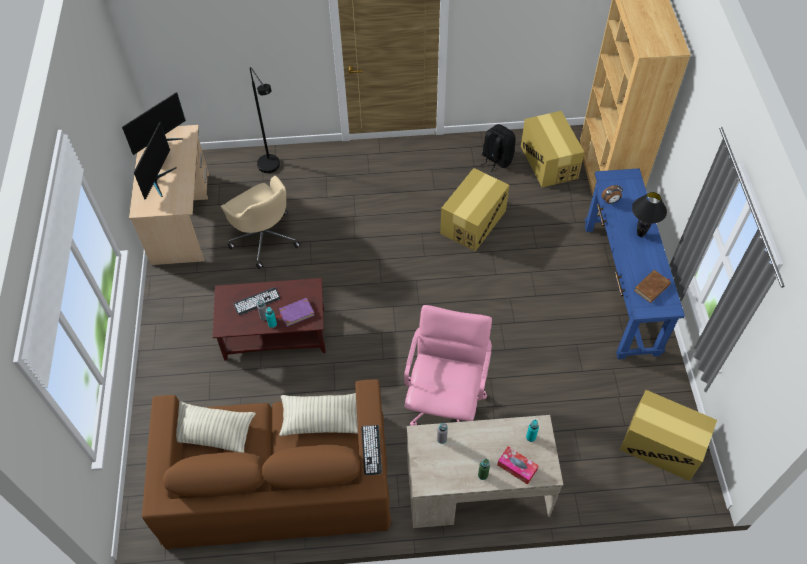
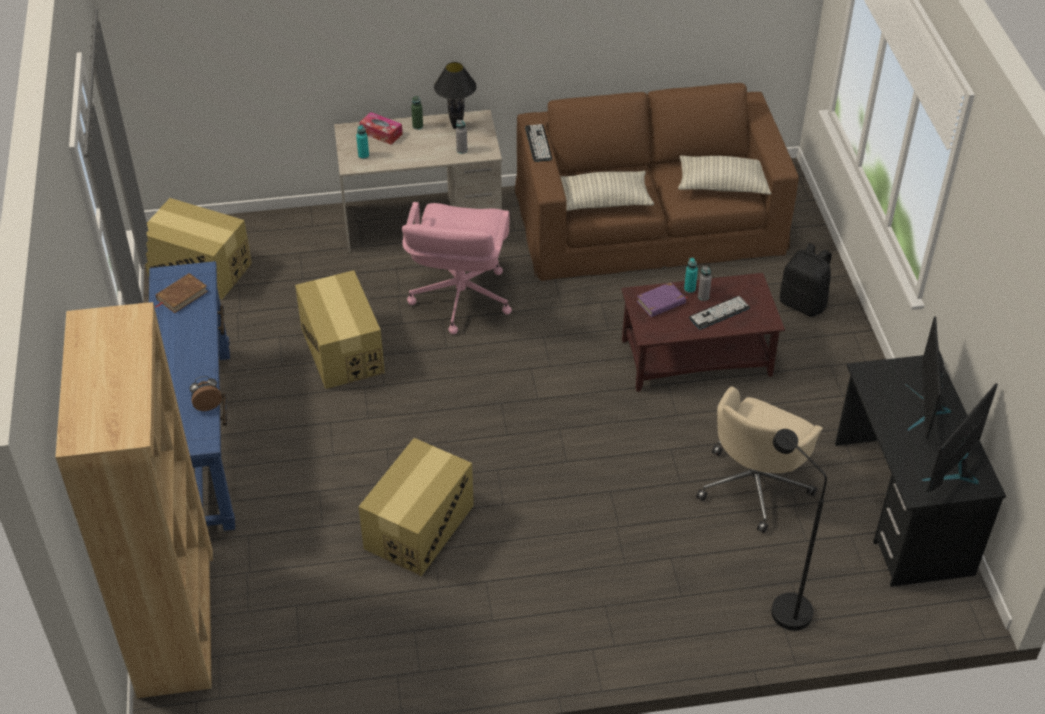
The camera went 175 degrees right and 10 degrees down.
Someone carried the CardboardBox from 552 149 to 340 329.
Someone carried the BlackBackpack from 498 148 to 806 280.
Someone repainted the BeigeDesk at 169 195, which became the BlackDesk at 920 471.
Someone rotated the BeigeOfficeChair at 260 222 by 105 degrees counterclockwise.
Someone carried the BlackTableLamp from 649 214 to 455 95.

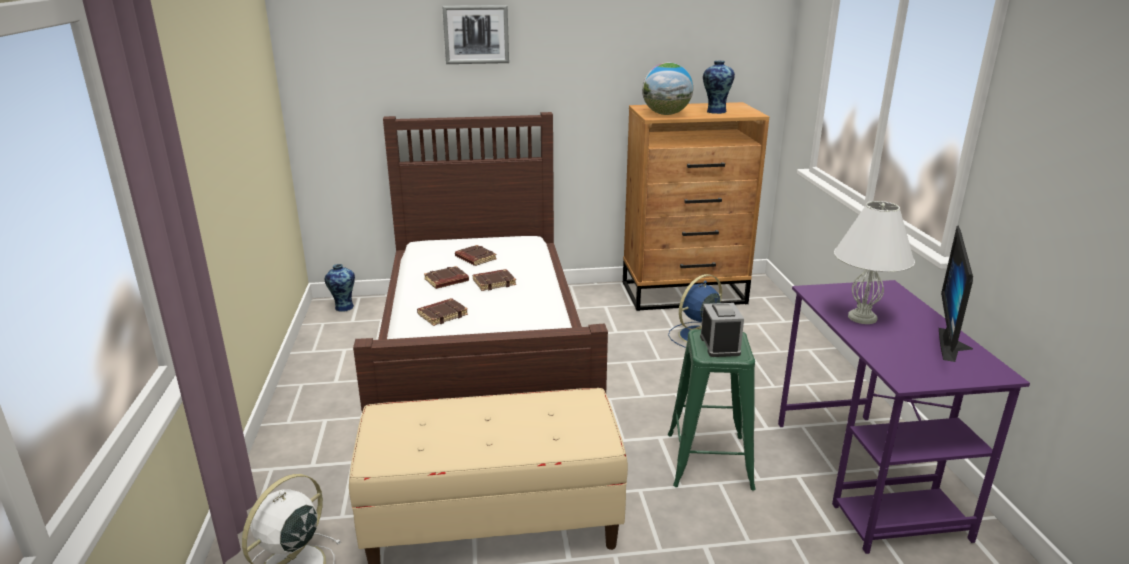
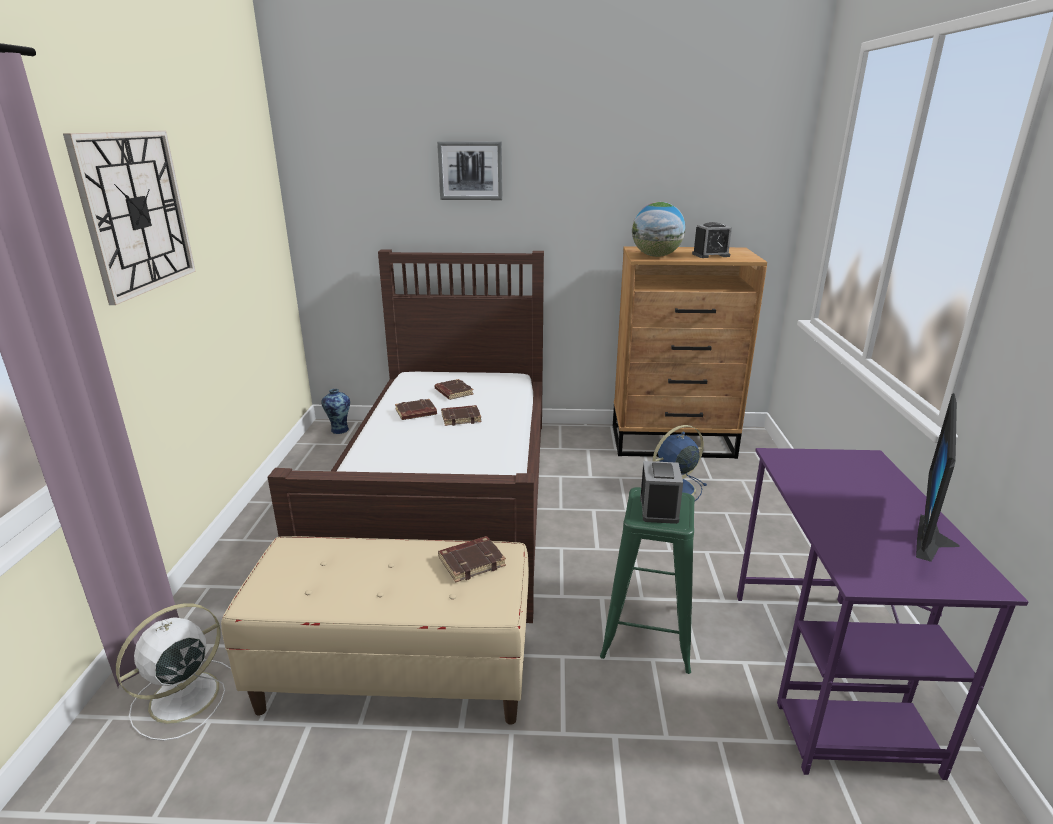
The camera went 10 degrees right and 0 degrees up.
Someone swapped the Vase at 719 87 for the AlarmClock at 712 240.
Someone took away the WhiteTableLamp at 874 262.
Someone carried the BrownBook from 442 312 to 472 559.
Someone put up the WallClock at 129 218.

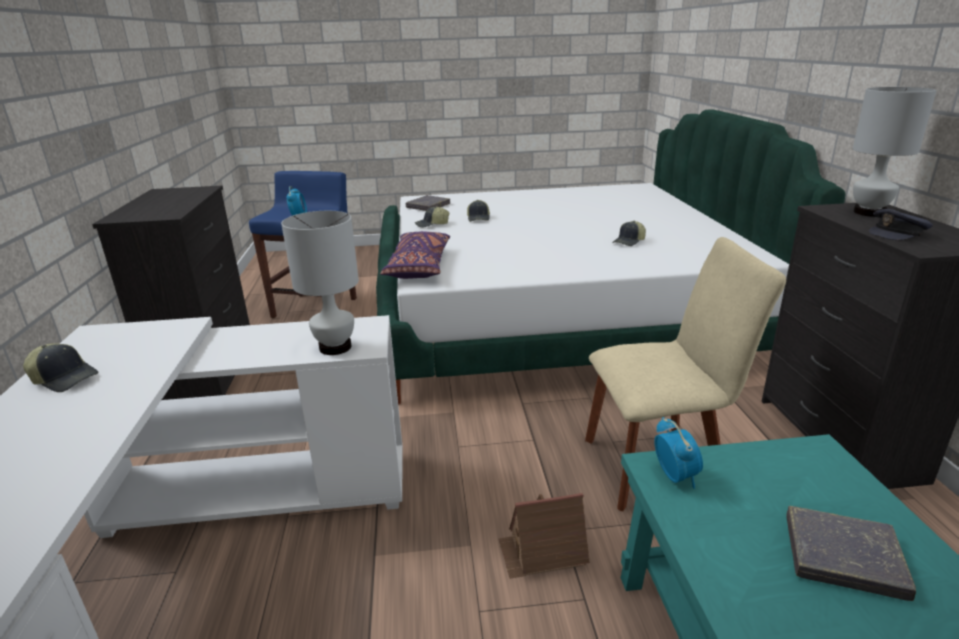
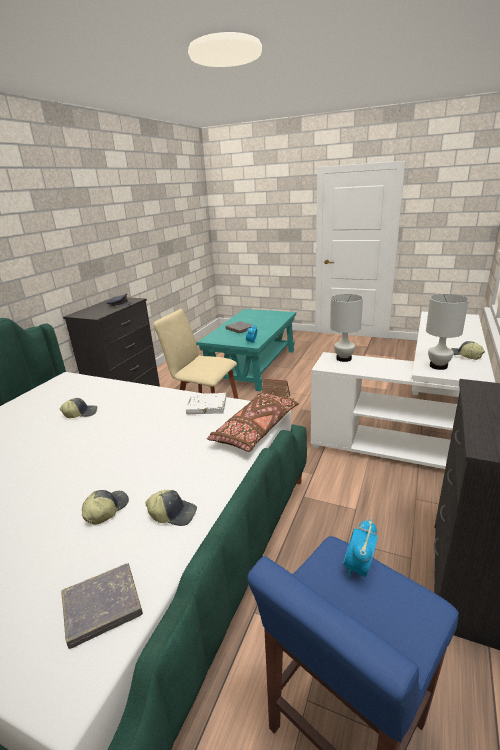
The camera went 150 degrees left and 0 degrees up.
Someone carried the WhiteTableLamp from 895 152 to 447 332.
Someone repainted the PurplePillow at 415 255, which became the BrownPillow at 253 422.
Someone put down the WhiteBook at 206 403.

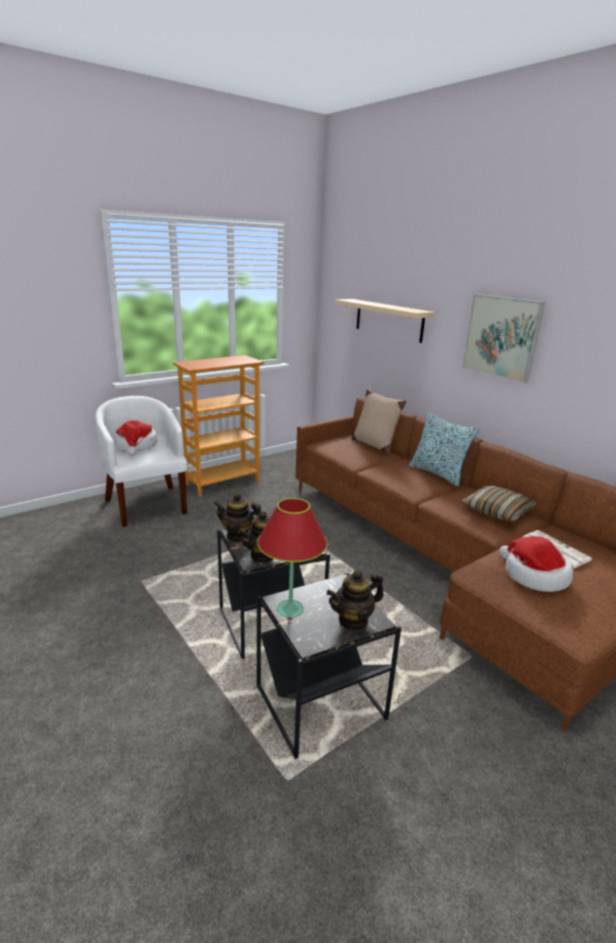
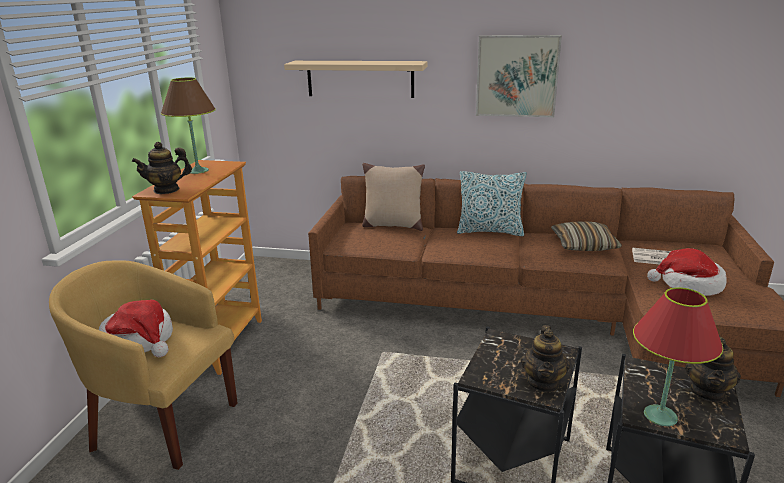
The camera went 40 degrees left and 0 degrees up.
Someone repainted the WhiteArmchair at 141 461, which became the YellowArmchair at 143 365.
Someone carried the Teapot from 237 517 to 162 168.
Someone put down the BrownTableLamp at 188 125.

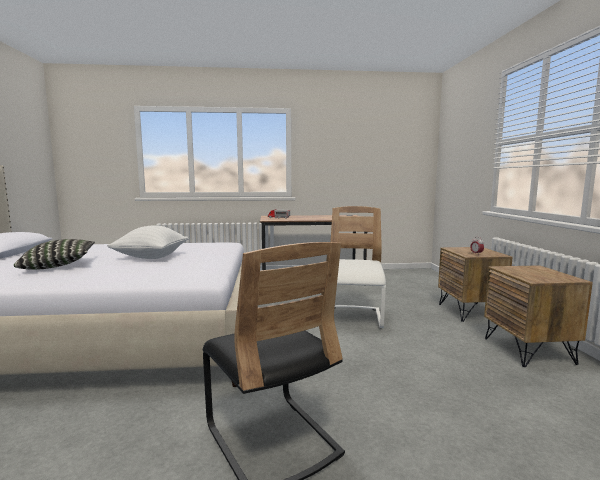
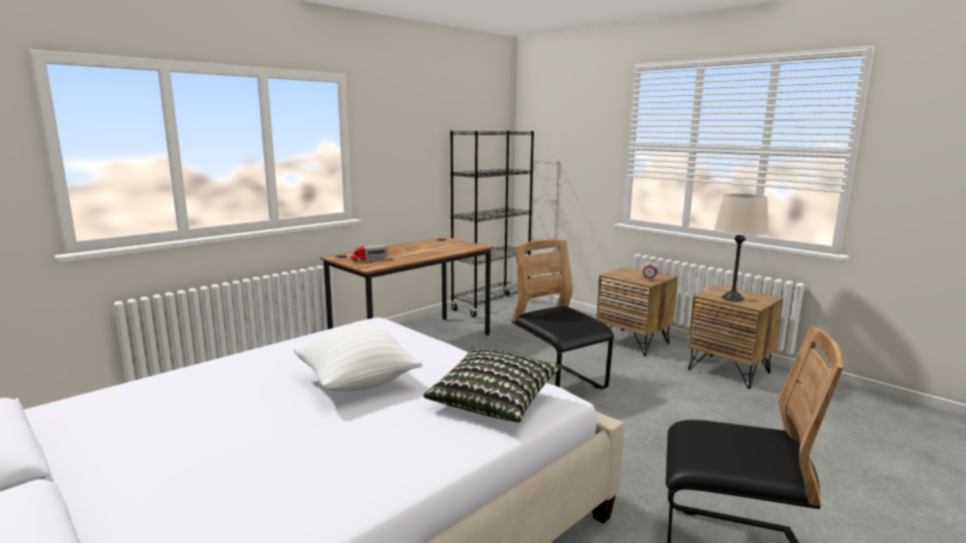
The camera went 40 degrees left and 5 degrees up.
Someone repainted the WhiteChair at 358 267, which became the BlackChair at 563 314.
Someone carried the Pillow from 54 254 to 492 385.
Someone put down the BlackBookcase at 492 224.
Someone put down the BeigeTableLamp at 741 247.

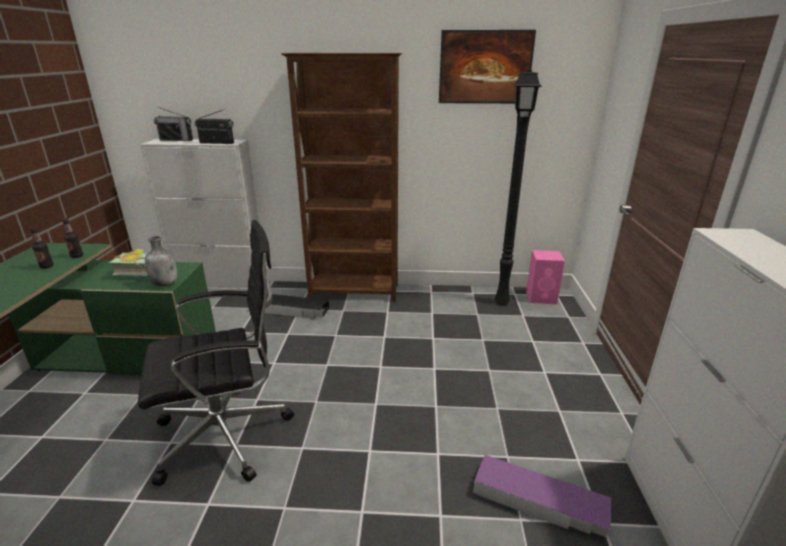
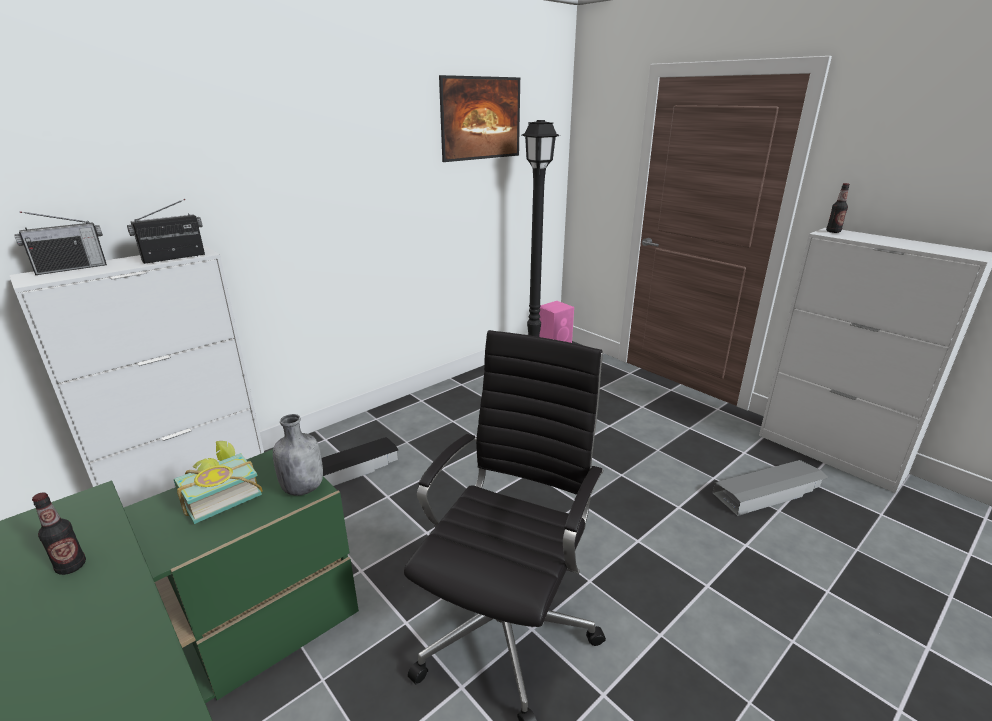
The camera went 45 degrees left and 0 degrees up.
Someone took away the BrownBookcase at 341 177.
Someone carried the Bottle from 72 238 to 838 208.
Someone repainted the PurpleStorageBox at 542 496, which became the GreyStorageBox at 771 488.

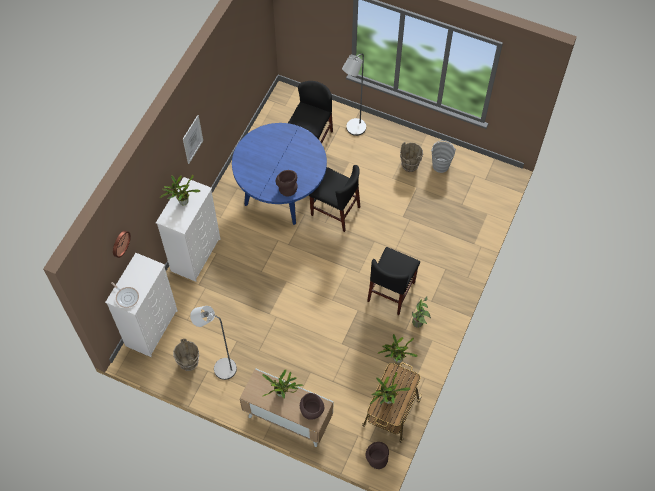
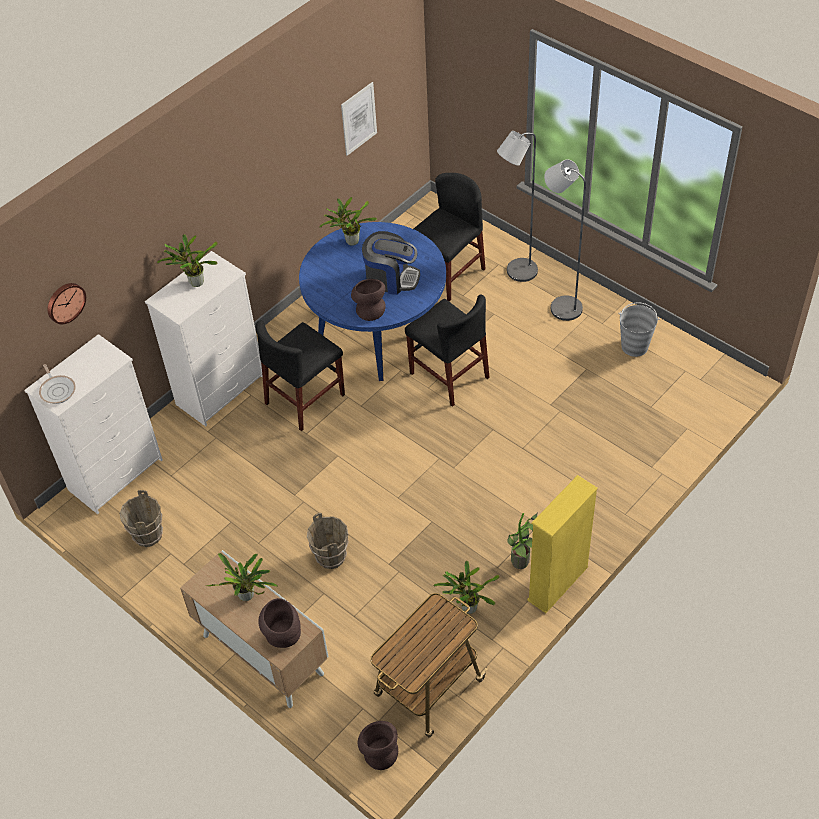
The camera went 20 degrees right and 10 degrees down.
Someone carried the Picture from 193 139 to 359 119.
Someone carried the BrownBucket from 411 157 to 328 541.
Someone carried the BlackChair from 393 281 to 300 375.
Someone carried the GreyFloorLamp from 213 343 to 565 240.
Someone carried the PottedPlant from 390 388 to 348 221.
Someone put down the CoffeeMachine at 391 263.
Someone put down the YellowBookcase at 562 544.

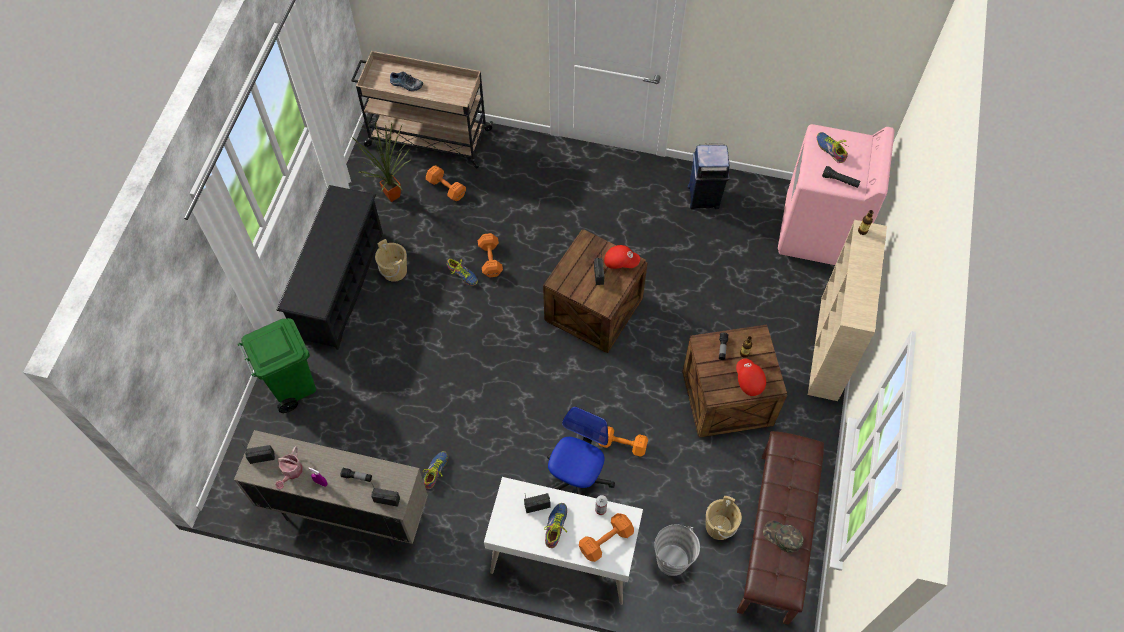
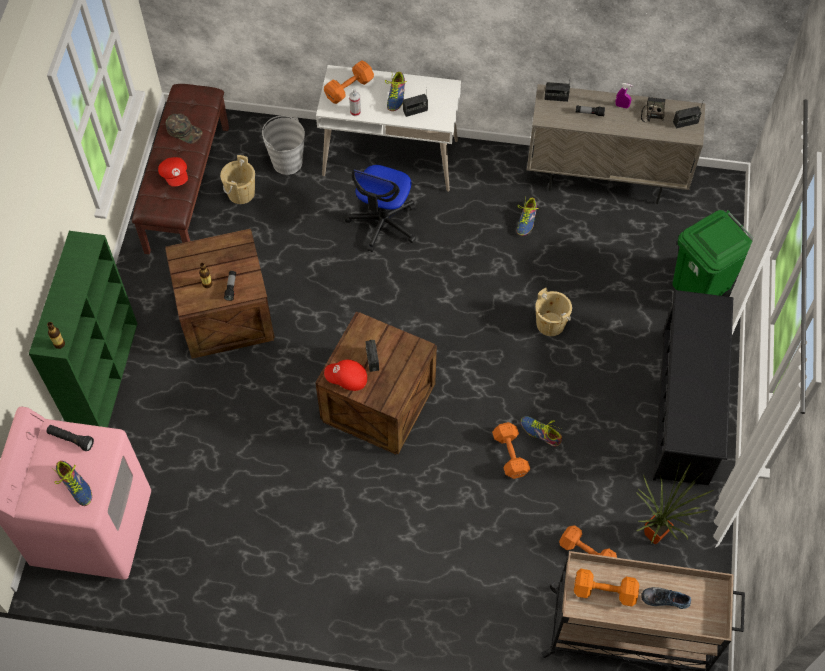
The camera went 175 degrees right and 0 degrees up.
Someone took away the BlueTrashCan at 709 176.
Someone repainted the BeigeBookcase at 847 310, which became the GreenBookcase at 83 329.
Someone carried the BeigeBucket from 391 260 to 553 312.
Someone carried the RedCap from 751 377 to 173 172.
Someone carried the OrangeDumbbell from 623 441 to 606 587.
Someone swapped the WateringCan at 289 467 for the Radio at 653 109.

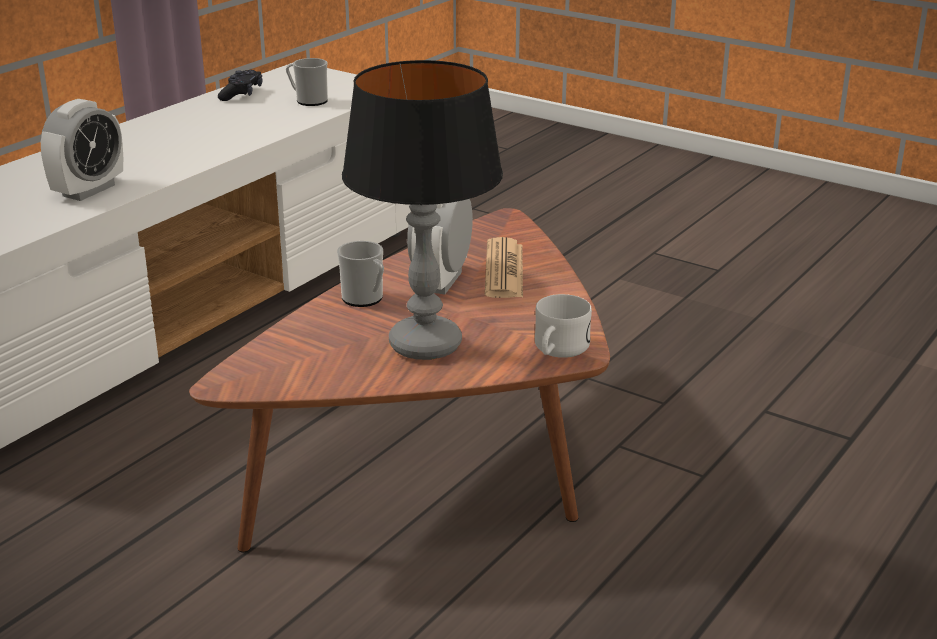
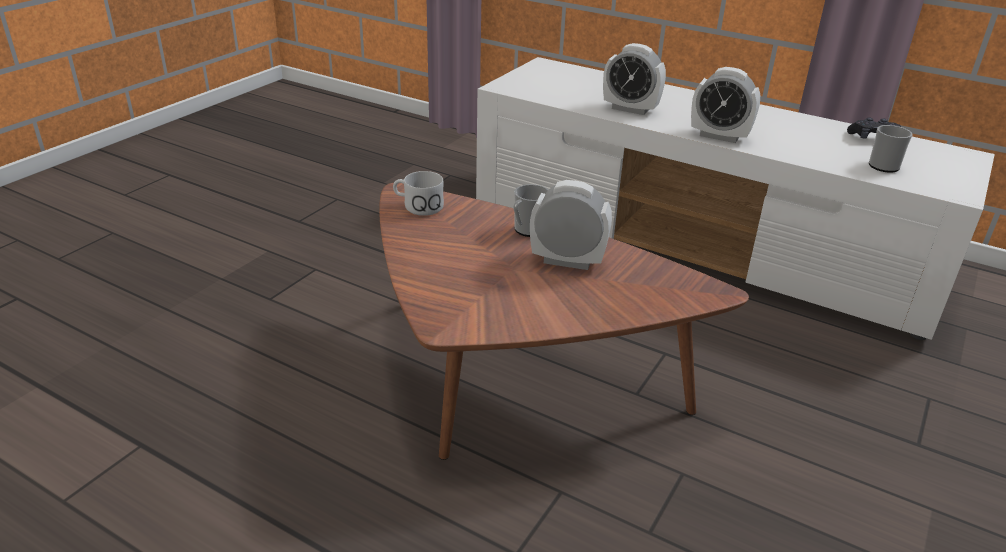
The camera went 85 degrees right and 5 degrees up.
Someone took away the TableLamp at 422 210.
Someone took away the Newspaper at 504 267.
Someone carried the WhiteMug from 563 326 to 418 193.
Someone put down the AlarmClock at 725 105.

